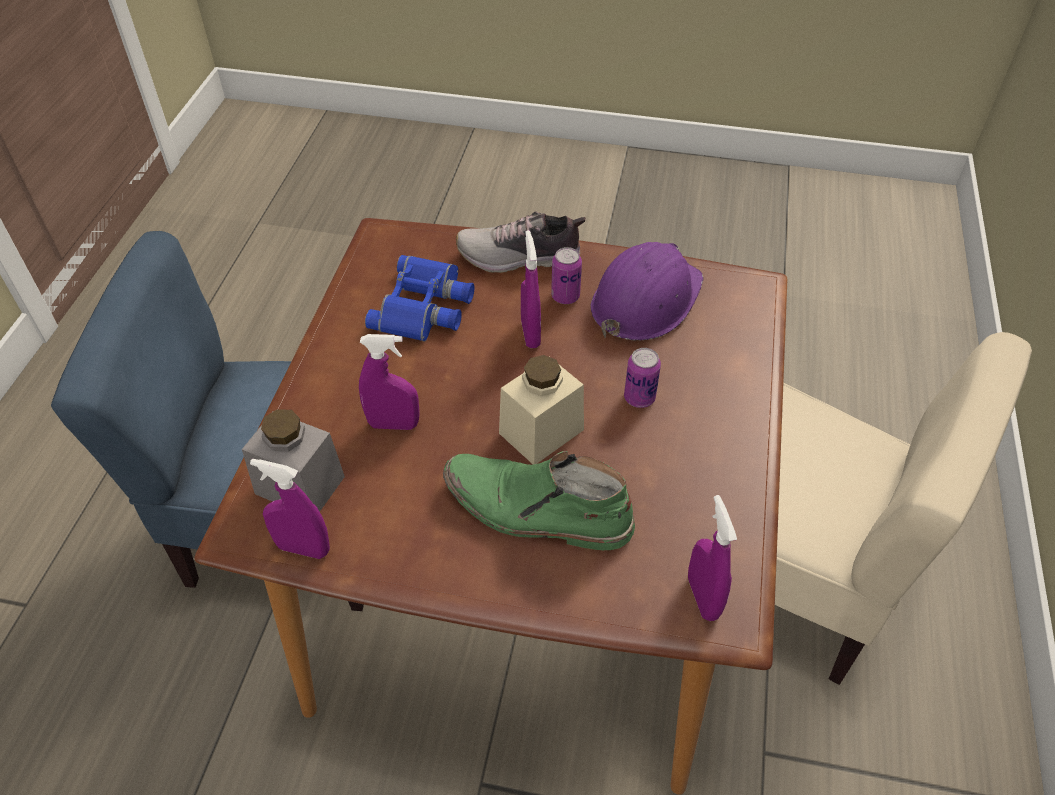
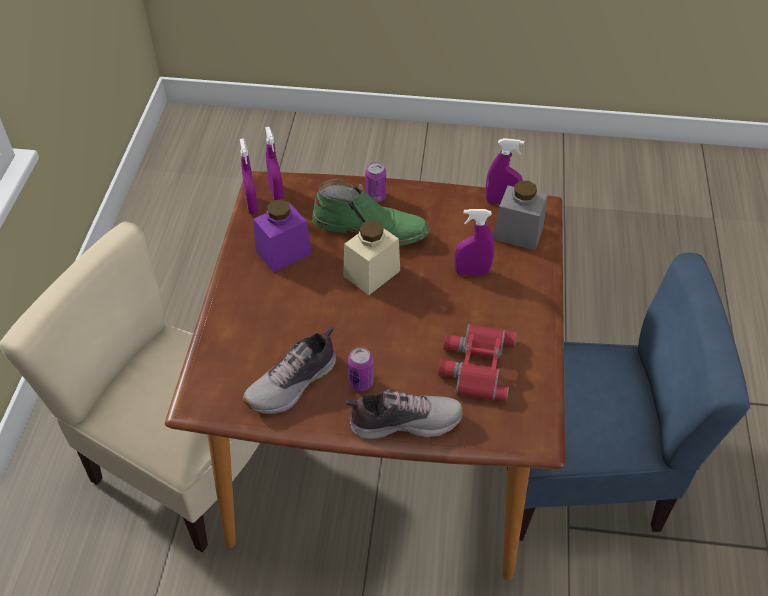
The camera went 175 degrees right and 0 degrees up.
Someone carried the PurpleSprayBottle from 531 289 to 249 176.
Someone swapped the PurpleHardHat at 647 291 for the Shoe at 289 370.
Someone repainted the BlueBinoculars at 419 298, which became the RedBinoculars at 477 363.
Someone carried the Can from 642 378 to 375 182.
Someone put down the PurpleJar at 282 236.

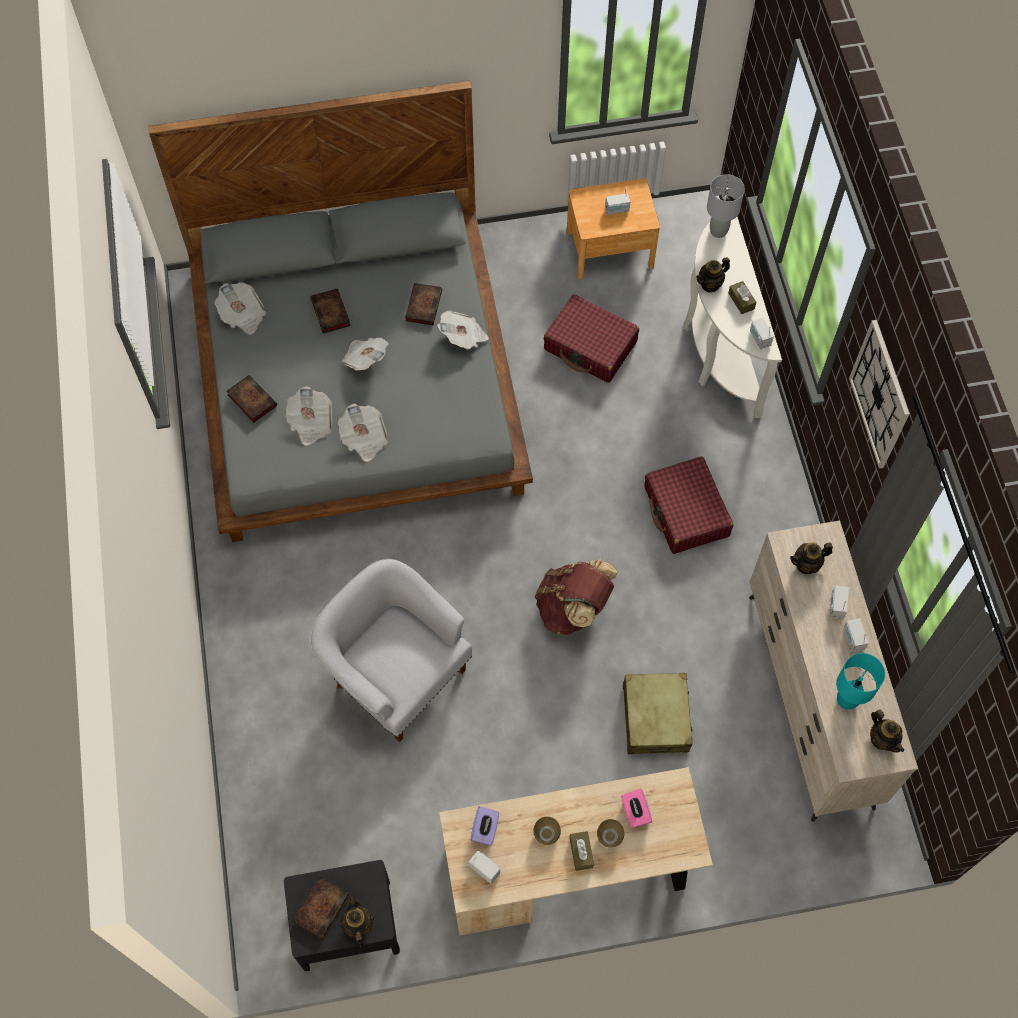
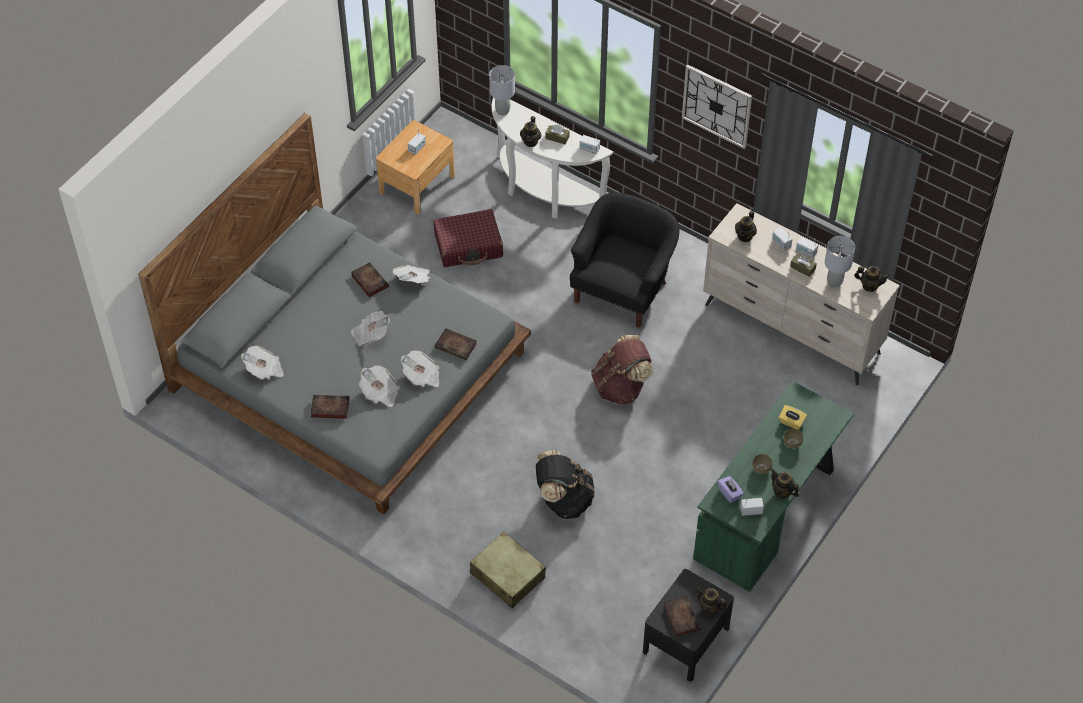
The camera went 45 degrees left and 10 degrees down.
Someone carried the Book from 330 311 to 456 344.
Someone swapped the RedSuitcase at 688 505 for the BlackArmchair at 625 260.
Someone swapped the WhiteArmchair at 391 650 for the BlackBackpack at 565 484.
Someone repainted the TurquoiseTableLamp at 860 681, which became the GreyTableLamp at 840 262.
Someone carried the BeigeSuitcase from 658 713 to 508 570.
Someone repainted the BeigeDesk at 576 851, which became the GreenDesk at 773 486.
Someone repainted the PinkTissueBox at 636 808, which became the YellowTissueBox at 793 417.
Someone carried the BrownTissueBox from 582 851 to 803 265.
Someone put down the Teapot at 785 483.

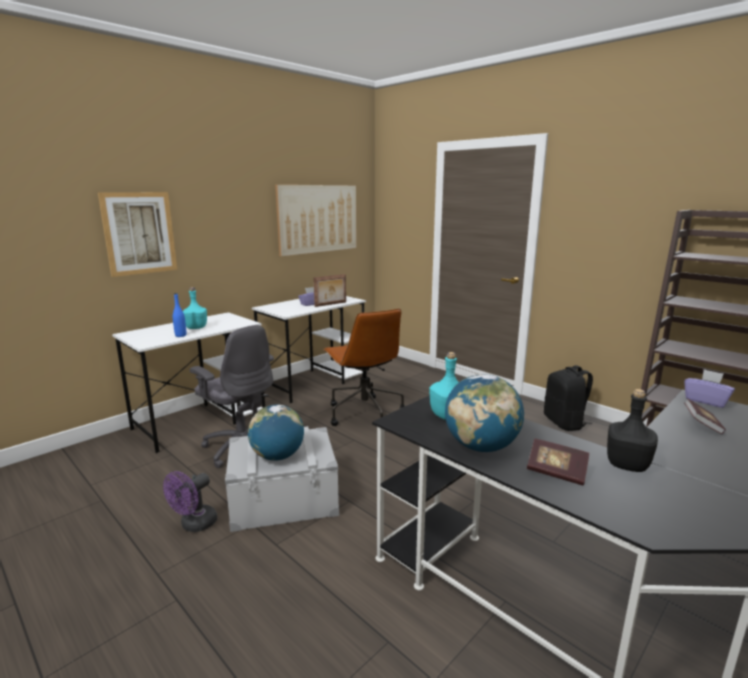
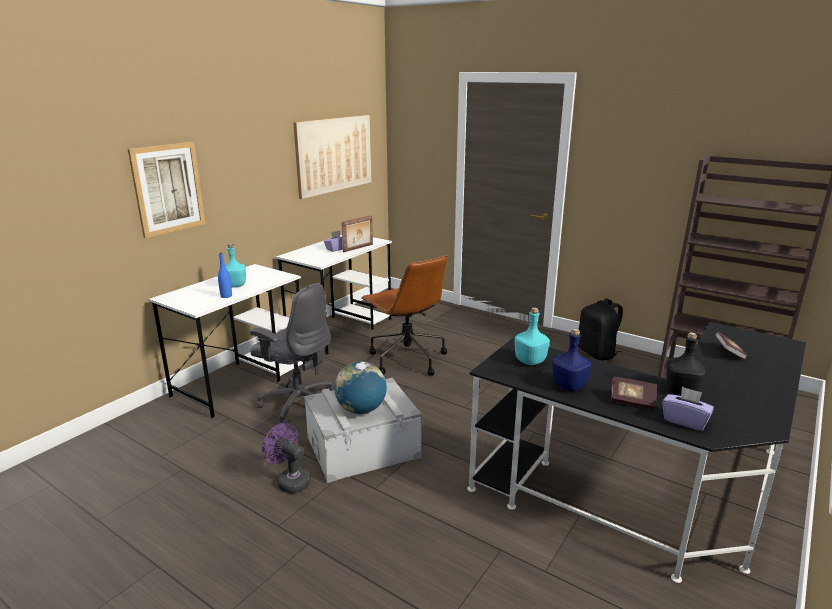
The camera went 10 degrees left and 5 degrees up.
Someone carried the PurpleTissueBox from 709 388 to 688 409.
Someone swapped the Globe at 484 413 for the BlueBottle at 571 360.
Someone rotated the PurpleFan at 190 501 by 105 degrees clockwise.

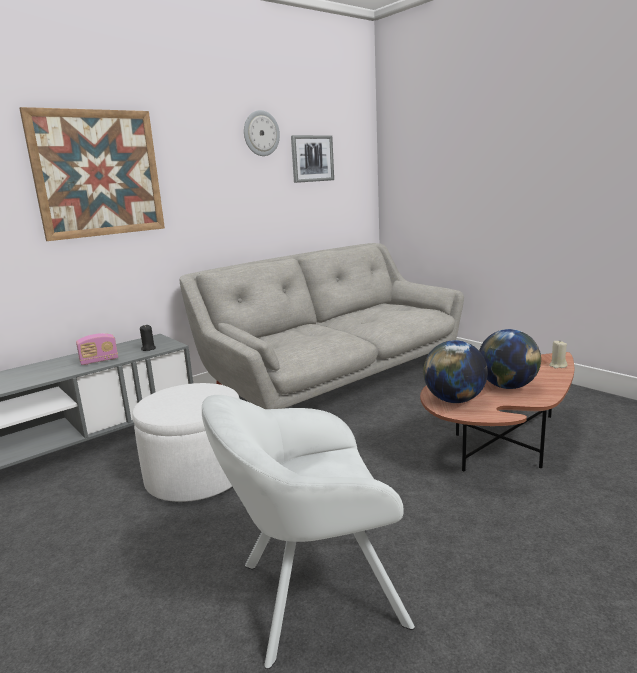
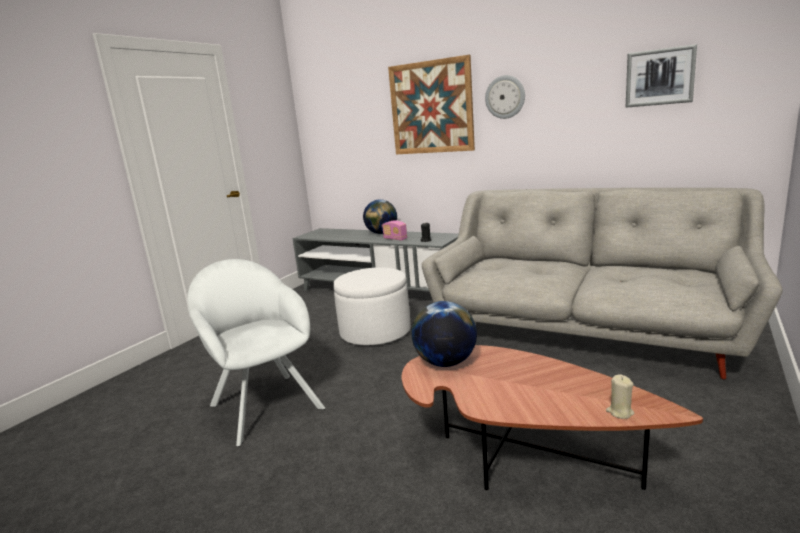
The camera went 70 degrees right and 0 degrees up.
Someone carried the WallClock from 262 133 to 505 97.
Someone carried the Globe from 510 359 to 380 216.

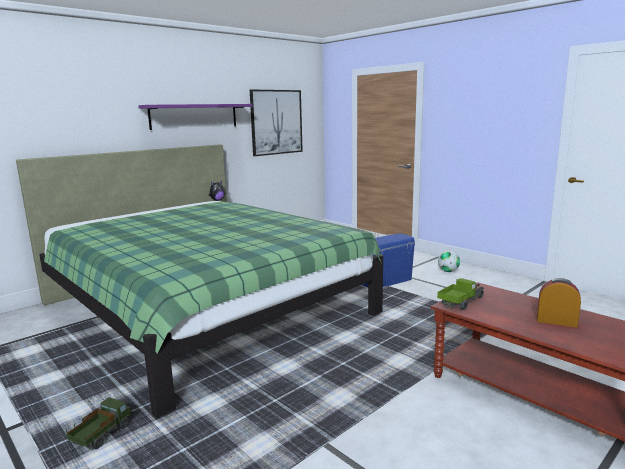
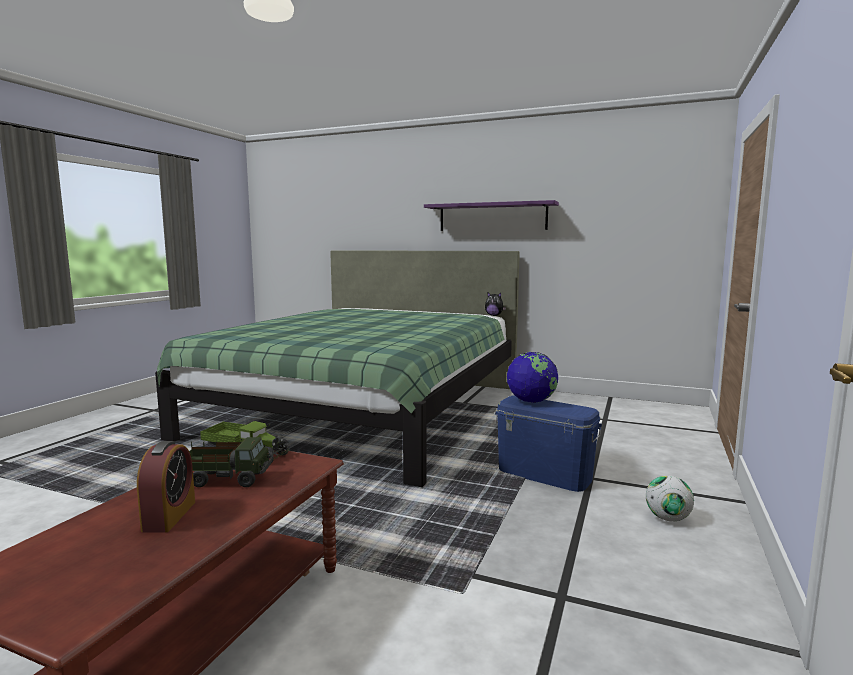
The camera went 65 degrees right and 5 degrees down.
Someone took away the Picture at 276 123.
Someone carried the ToyTruck from 99 423 to 230 462.
Someone put down the Globe at 532 377.

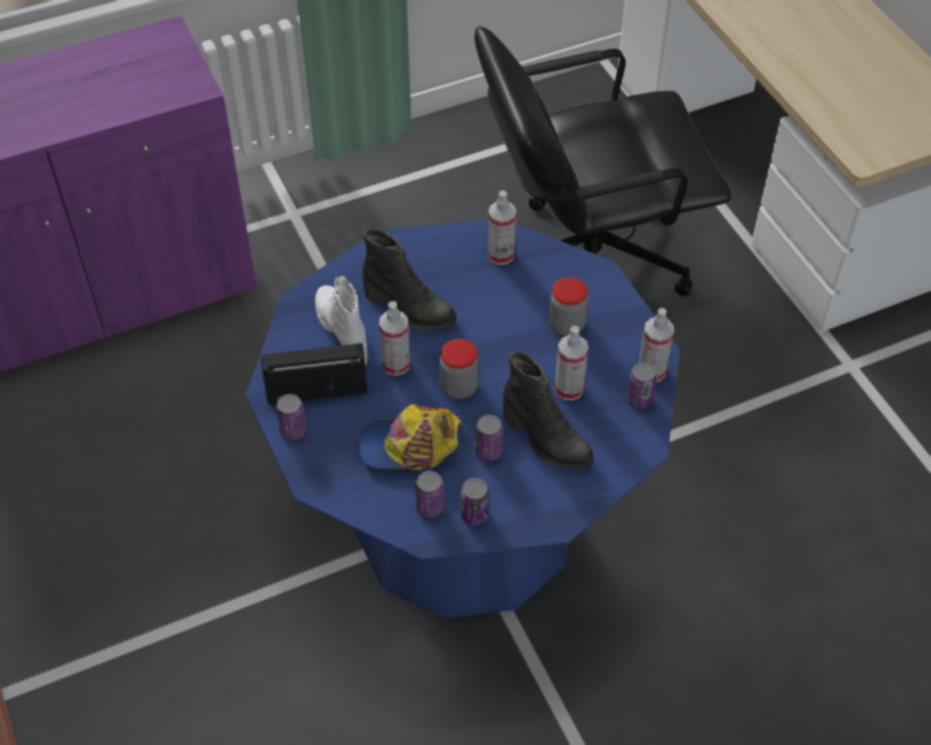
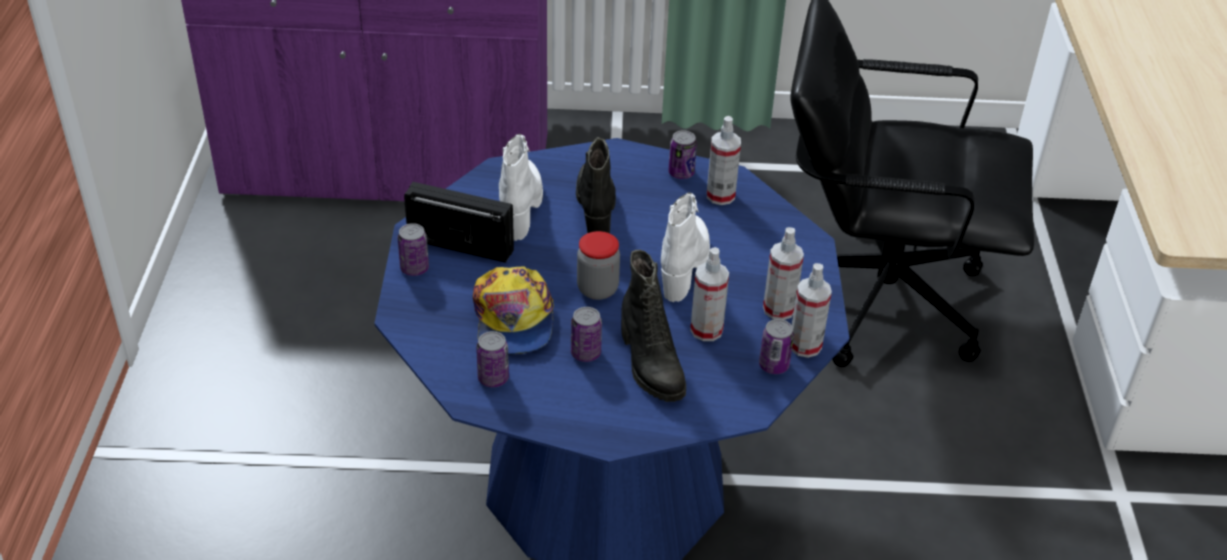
The camera went 25 degrees right and 10 degrees down.
Someone rotated the BlackBoot at 409 279 by 150 degrees counterclockwise.
Someone took away the Jar at 568 306.
Someone carried the SprayBottle from 394 338 to 783 273.
Someone rotated the Cap at 410 437 by 120 degrees counterclockwise.
Someone carried the Can from 474 501 to 682 154.
Someone put down the WhiteBoot at 685 247.

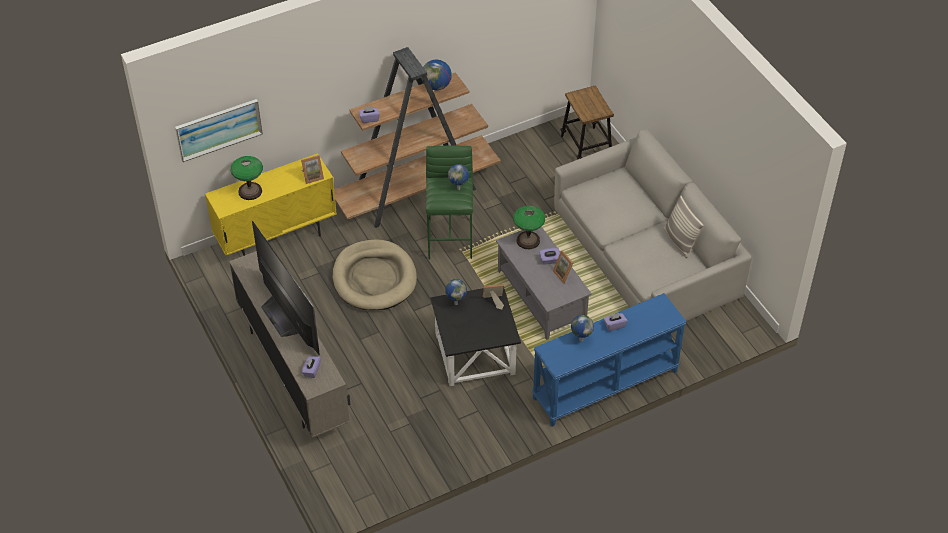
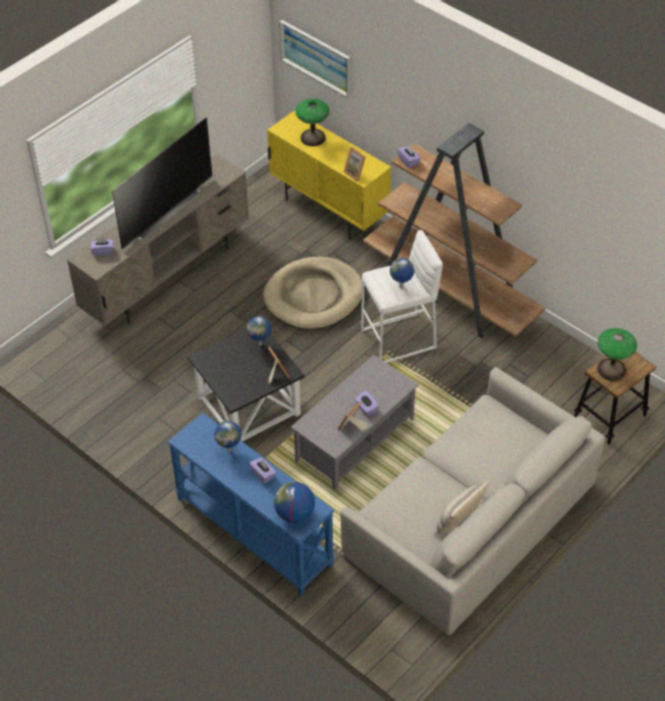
The camera went 70 degrees right and 0 degrees up.
Someone carried the Globe from 436 75 to 294 502.
Someone repainted the GreenStool at 449 202, which became the WhiteStool at 402 296.
Someone carried the TableLamp from 529 227 to 617 354.

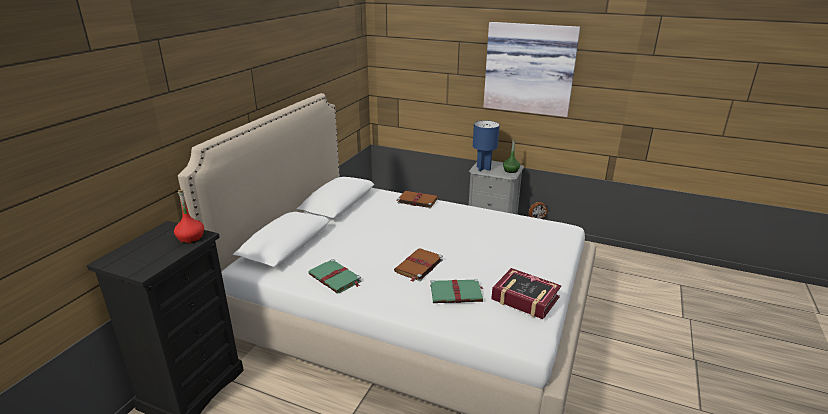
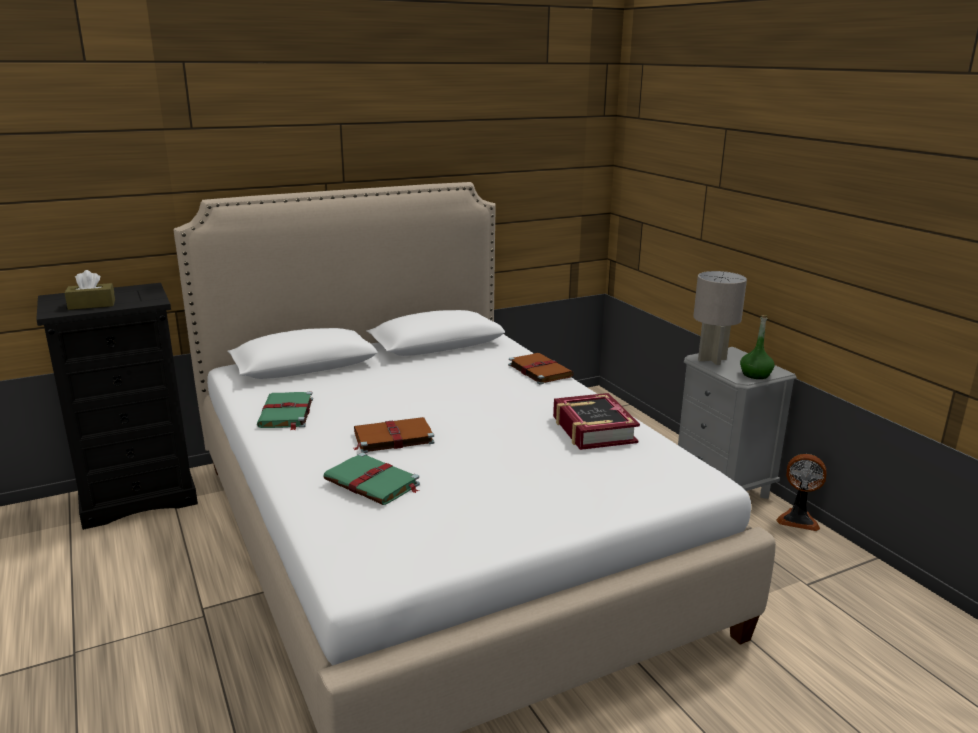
The camera went 40 degrees right and 5 degrees down.
Someone took away the Picture at 531 69.
Someone repainted the BlueTableLamp at 486 145, which became the GreyTableLamp at 720 318.
Someone took away the RedBottle at 189 217.
Someone carried the Book from 526 293 to 596 421.
Someone put down the BrownTissueBox at 90 290.

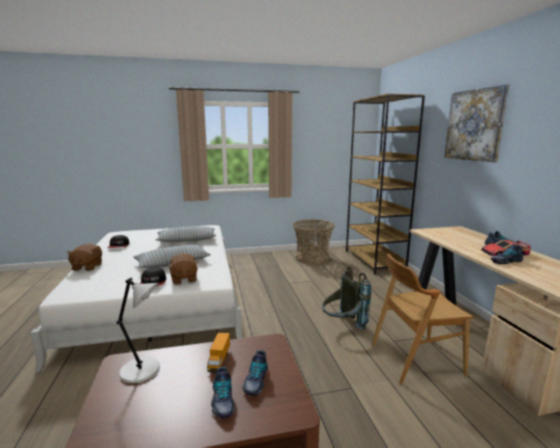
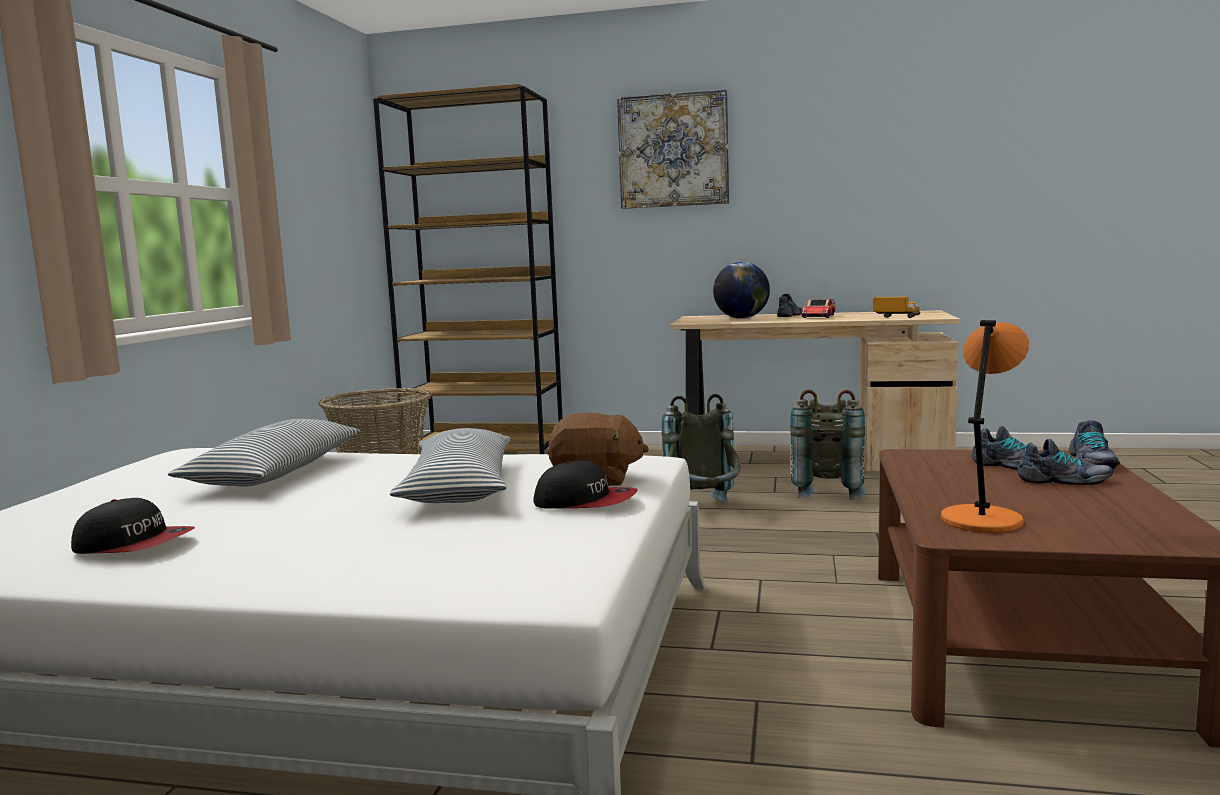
The camera went 65 degrees left and 5 degrees down.
Someone took away the BrownPlushToy at 84 257.
Someone carried the Shoe from 507 254 to 1094 444.
Someone swapped the BrownChair at 422 319 for the GreyBackpack at 829 445.
Someone repainted the GreyTableLamp at 138 331, which became the OrangeTableLamp at 985 426.
Someone carried the ToyTruck from 218 352 to 896 307.
Someone put down the Globe at 741 290.

